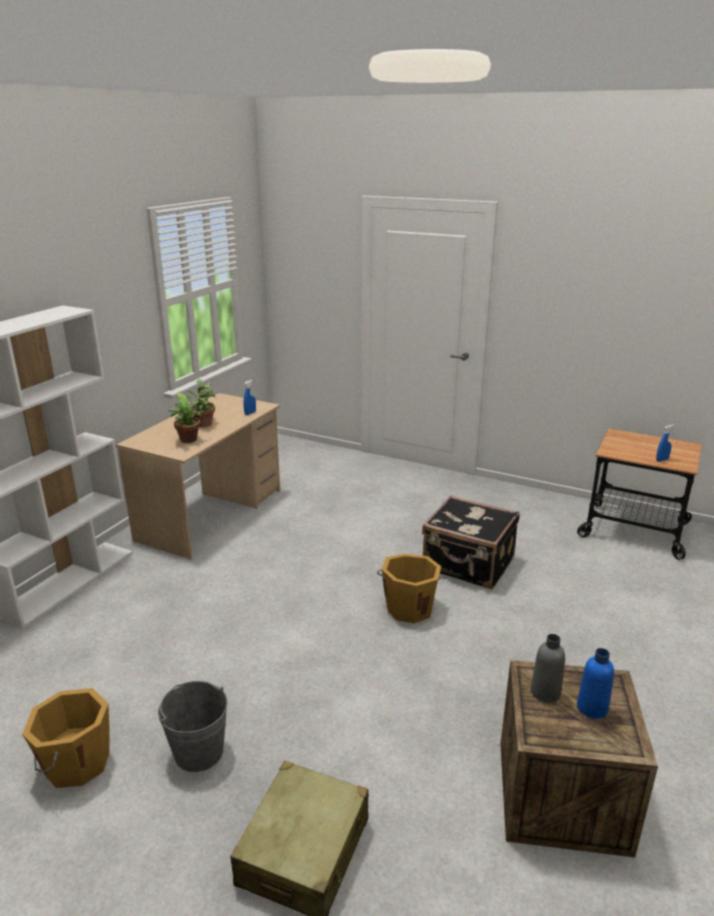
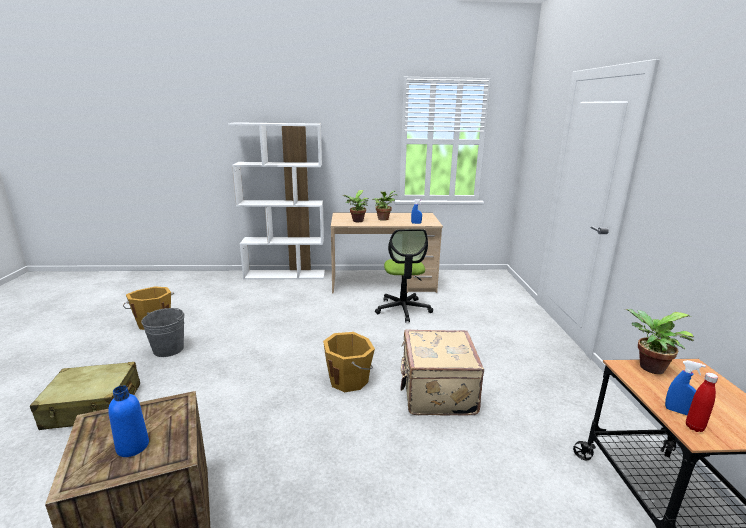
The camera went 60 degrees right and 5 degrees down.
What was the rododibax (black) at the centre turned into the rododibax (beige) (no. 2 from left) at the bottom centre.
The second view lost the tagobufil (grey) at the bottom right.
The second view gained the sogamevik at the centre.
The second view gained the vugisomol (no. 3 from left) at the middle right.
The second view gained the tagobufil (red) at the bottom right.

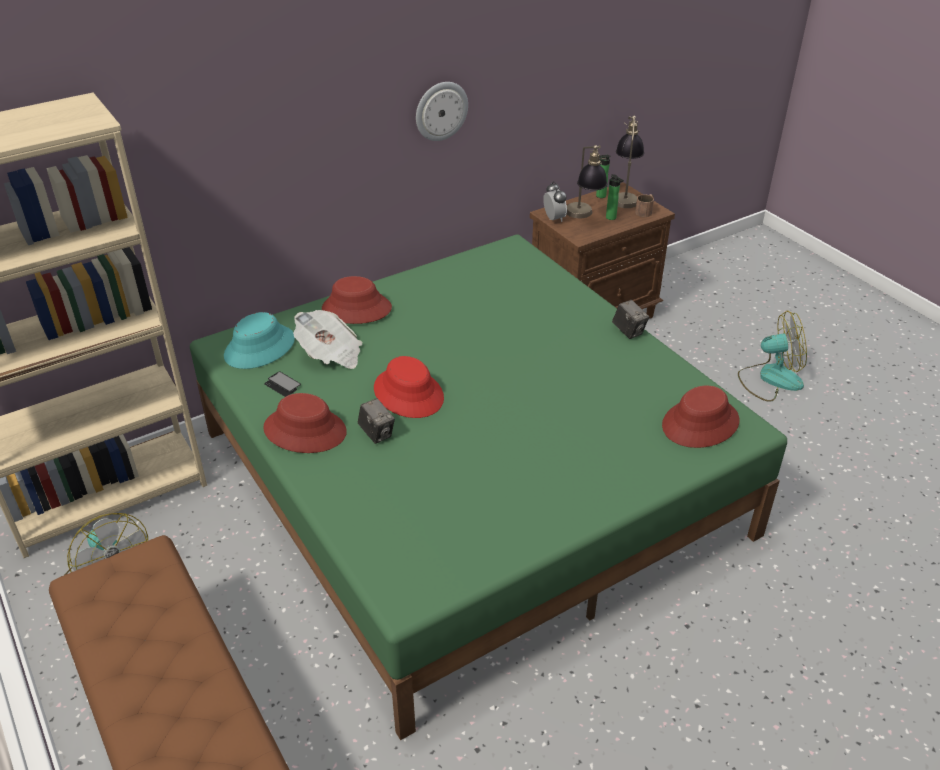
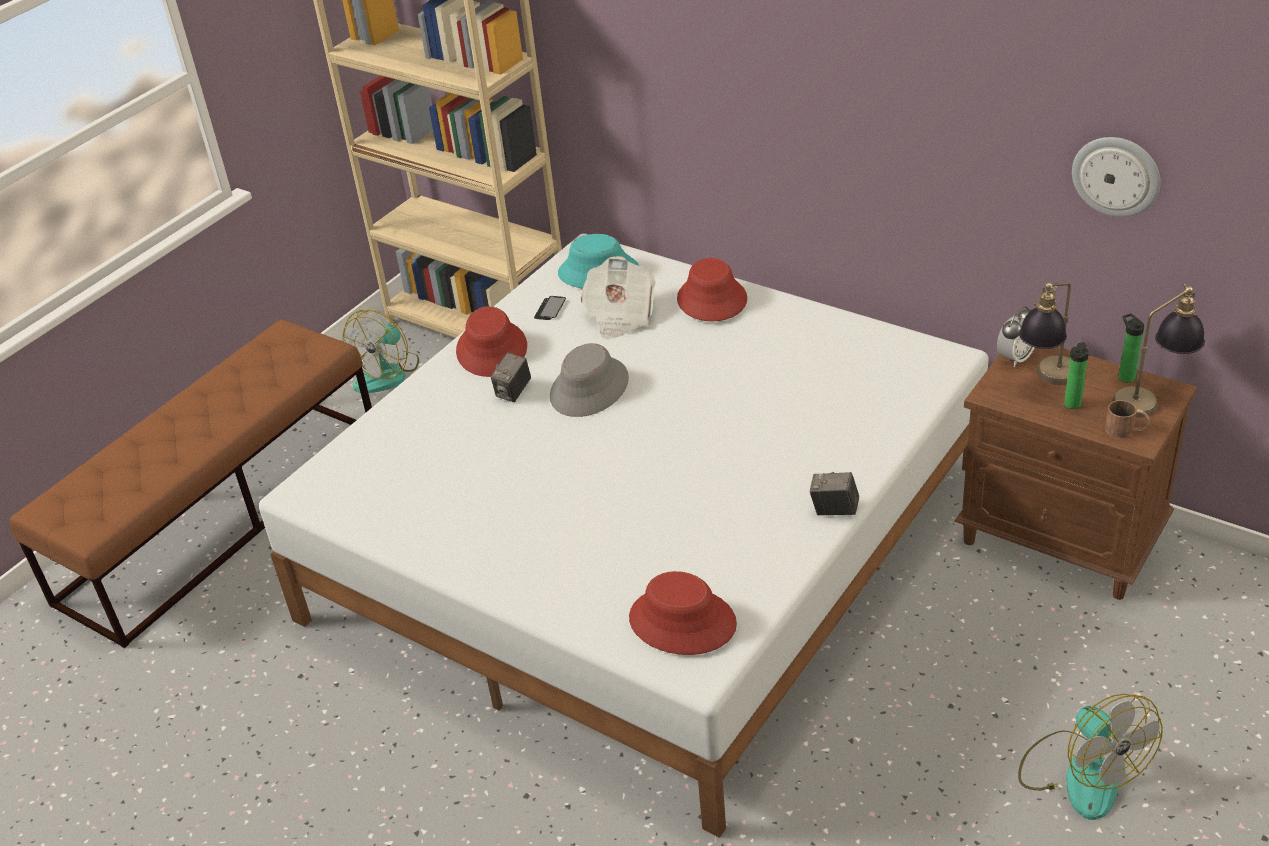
The camera went 70 degrees right and 0 degrees up.
The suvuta ended up elsewhere, having gone from the top centre to the top right.
What was the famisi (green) at the centre turned into the famisi (white) at the centre.
The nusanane (no. 2 from left) at the middle right ended up facing another way, 75 degrees clockwise from before.
What was the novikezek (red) (no. 3 from left) at the centre turned into the novikezek (grey) at the centre.

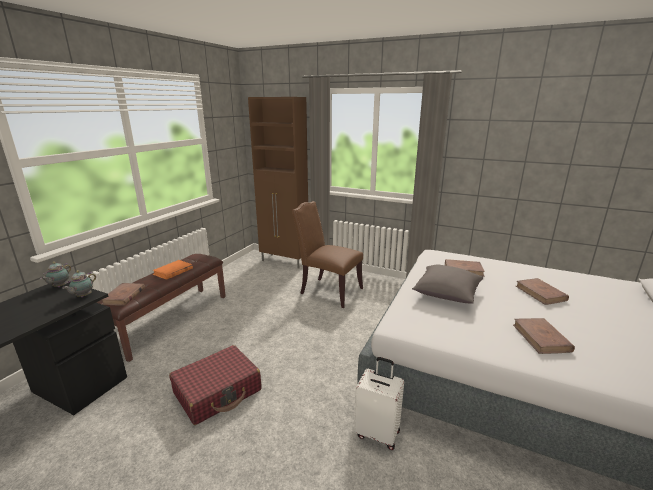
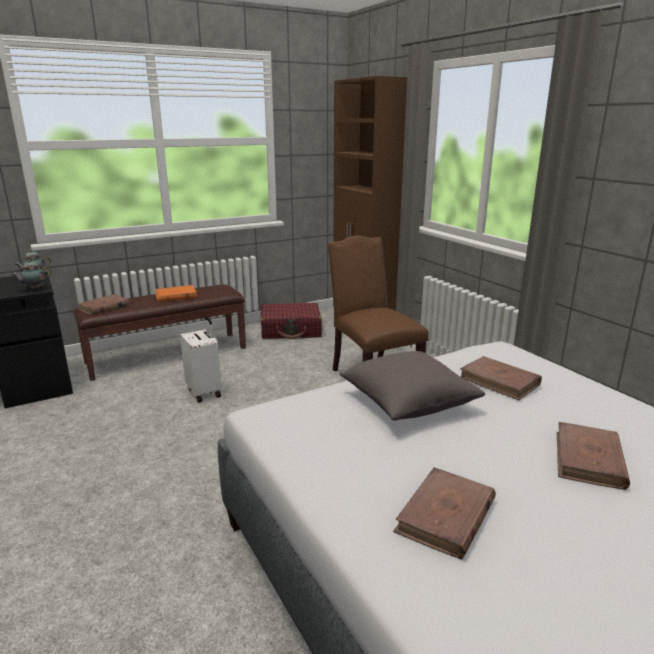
The camera went 35 degrees right and 0 degrees up.
The rododibax (red) ended up elsewhere, having gone from the bottom left to the centre.
The rododibax (white) ended up elsewhere, having gone from the bottom centre to the middle left.

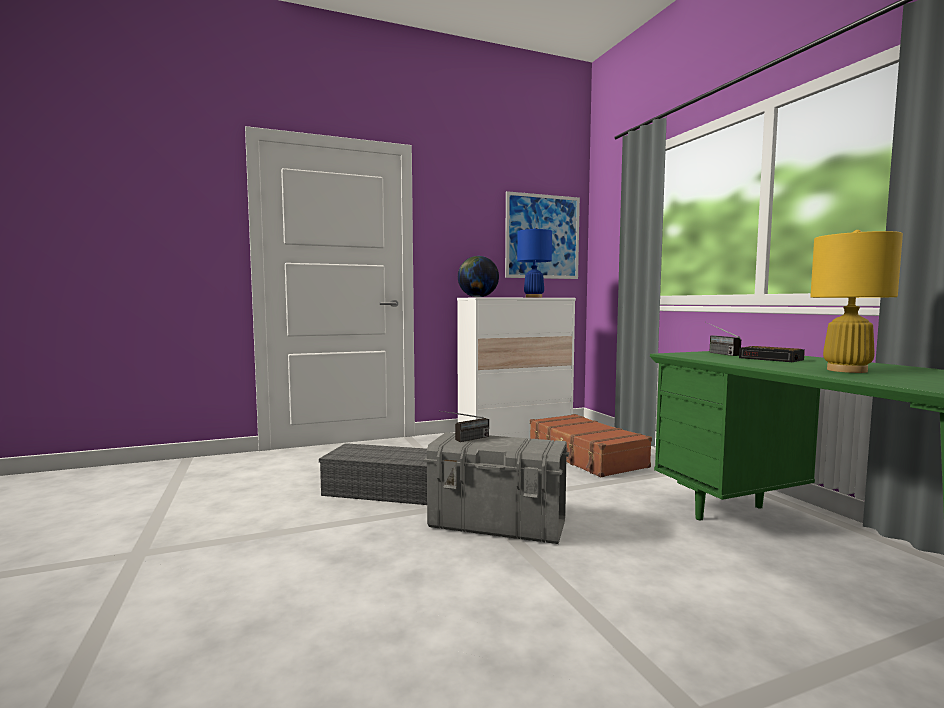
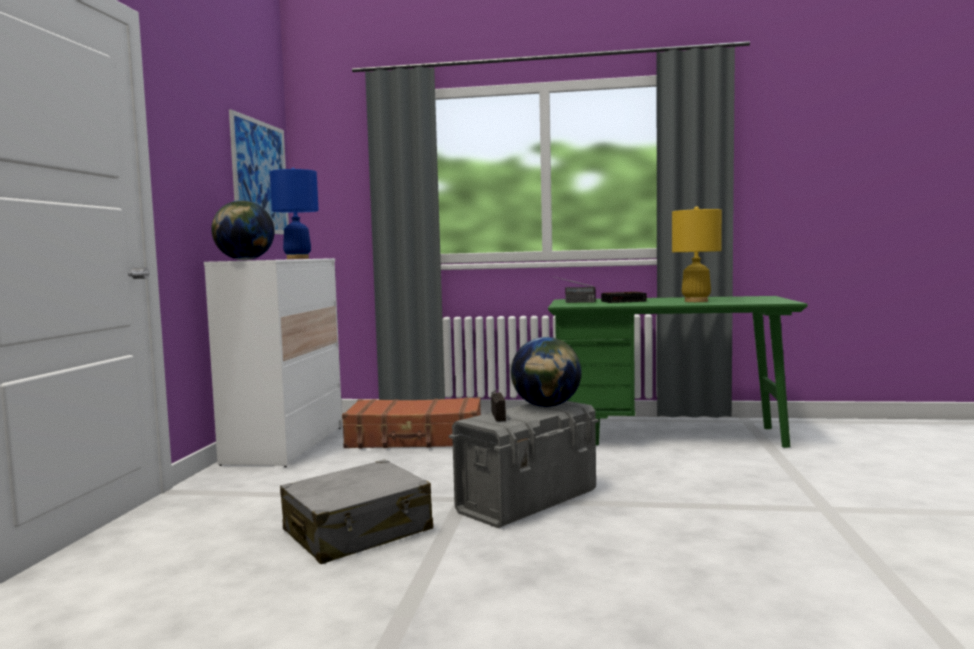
The camera went 60 degrees left and 0 degrees up.
Where the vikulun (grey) (no. 1 from left) stood at the bottom centre, the rododibax (grey) came to stand at the bottom centre.
The second view gained the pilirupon (no. 2 from left) at the centre.

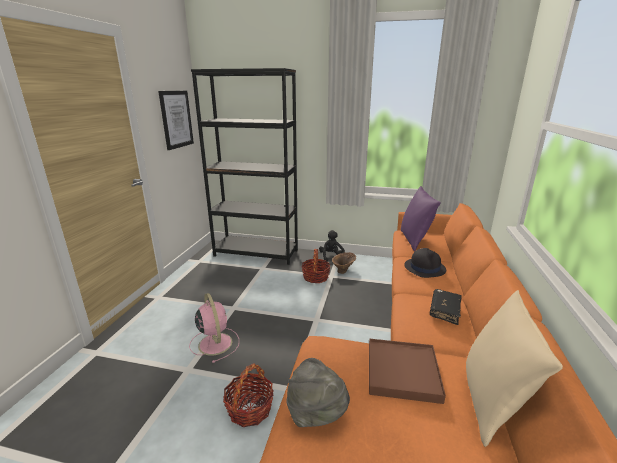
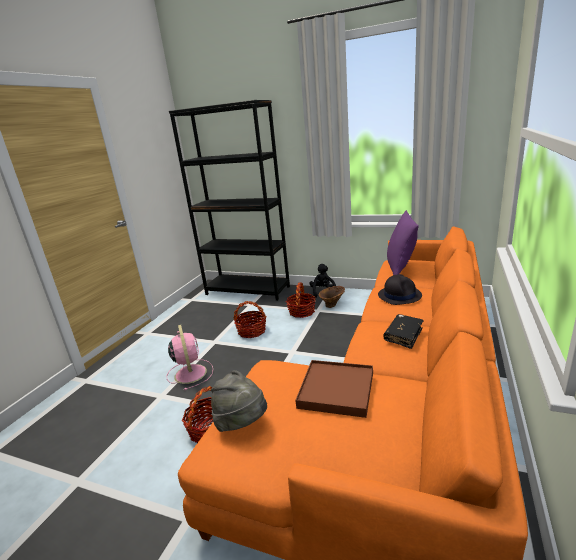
The camera went 10 degrees right and 0 degrees up.
The second view lost the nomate at the top left.
The second view lost the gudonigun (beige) at the bottom right.
The second view gained the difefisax (no. 2 from left) at the centre.

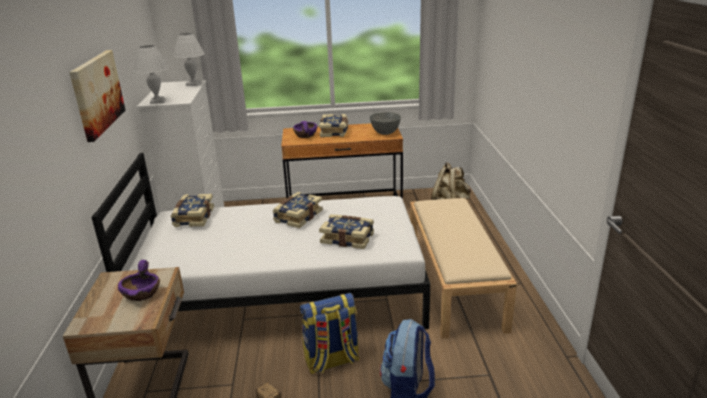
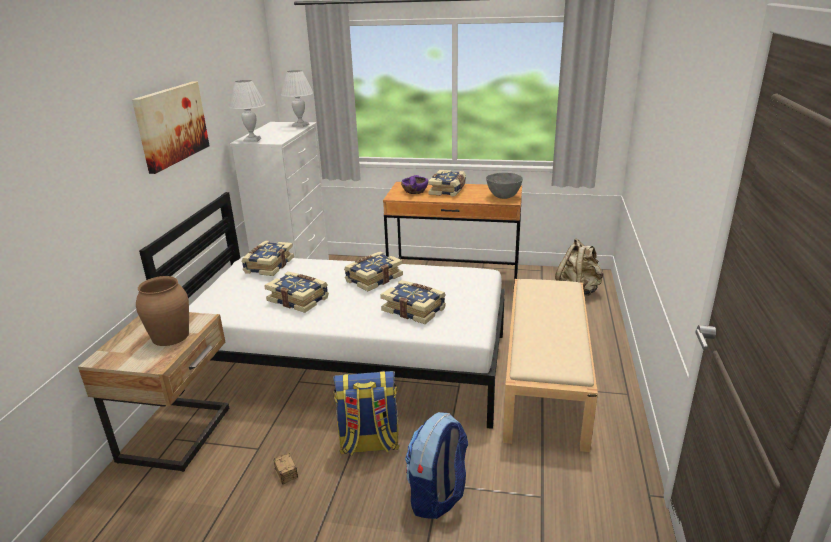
The camera went 15 degrees right and 0 degrees up.
Where the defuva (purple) (no. 1 from left) stood at the bottom left, the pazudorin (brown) came to stand at the middle left.
The second view gained the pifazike (no. 2 from left) at the centre.

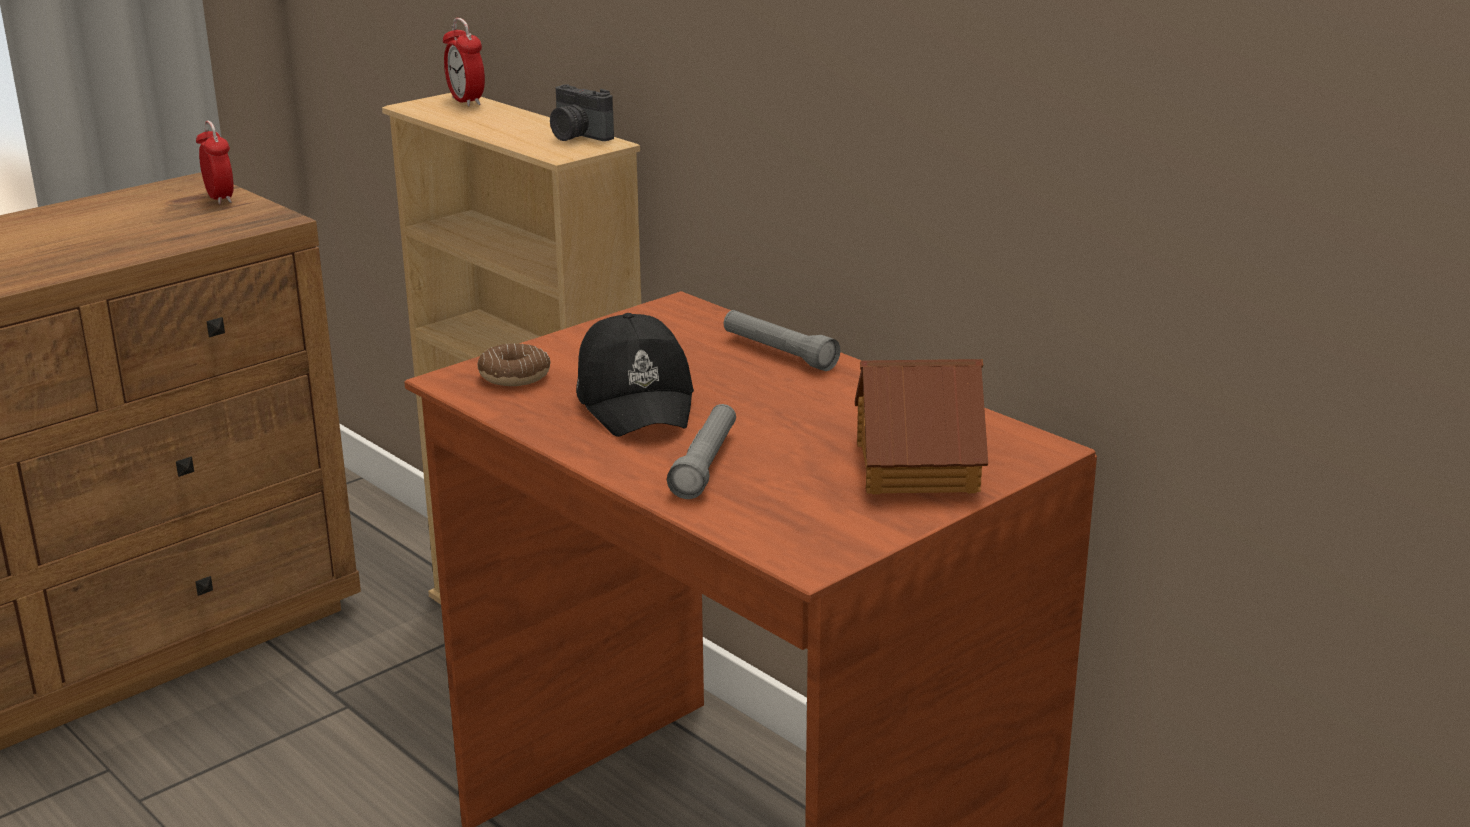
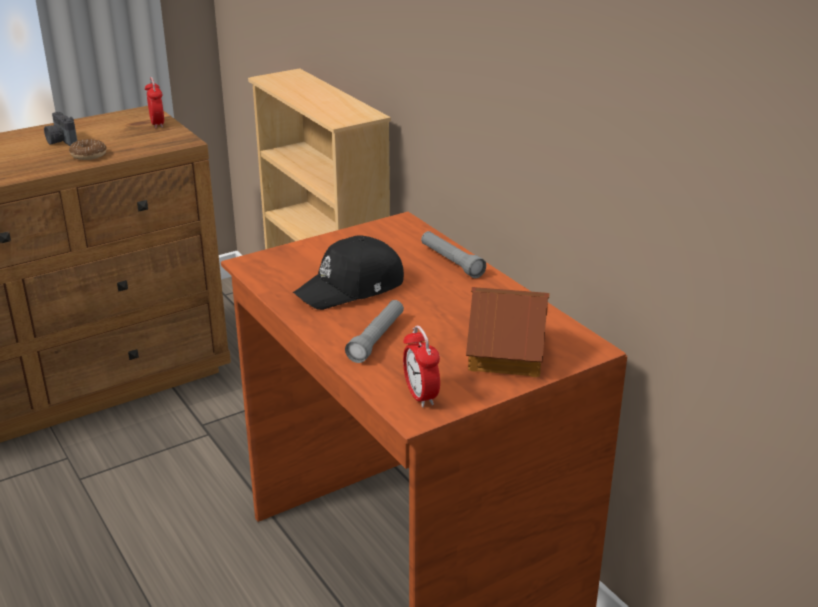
The camera went 10 degrees right and 5 degrees up.
The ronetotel (no. 2 from left) ended up elsewhere, having gone from the top left to the centre.
The nusanane ended up elsewhere, having gone from the top centre to the top left.
The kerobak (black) at the centre ended up facing another way, 60 degrees clockwise from before.
The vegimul ended up elsewhere, having gone from the centre to the top left.

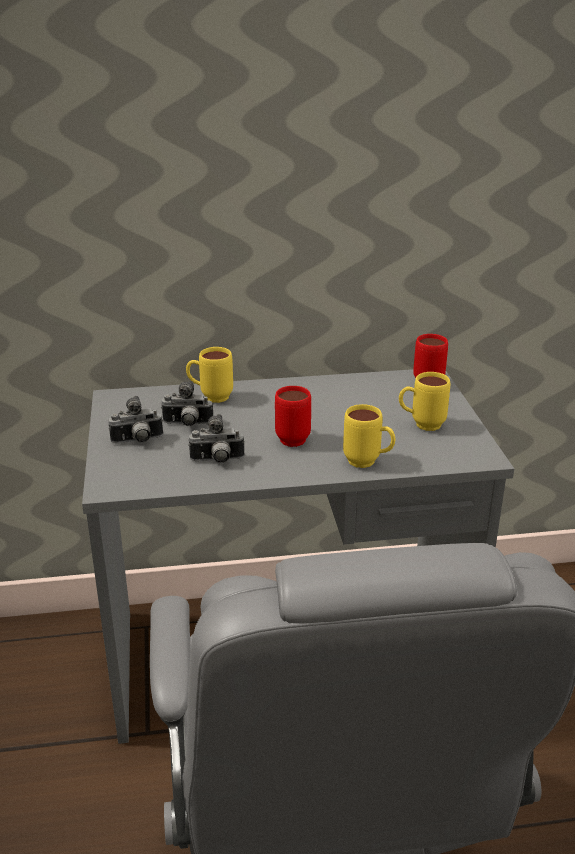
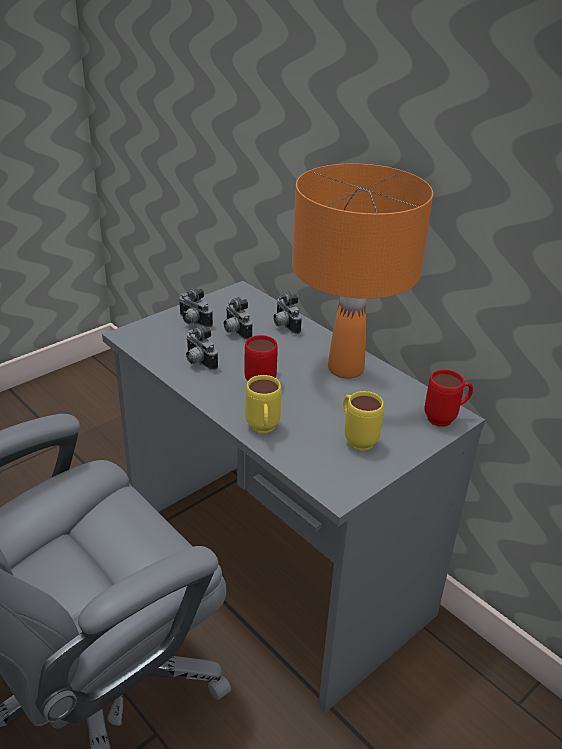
The camera went 55 degrees right and 5 degrees up.
Where the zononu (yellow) (no. 1 from left) stood at the centre, the nusanane (no. 4 from left) came to stand at the centre.
The second view gained the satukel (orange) at the centre.

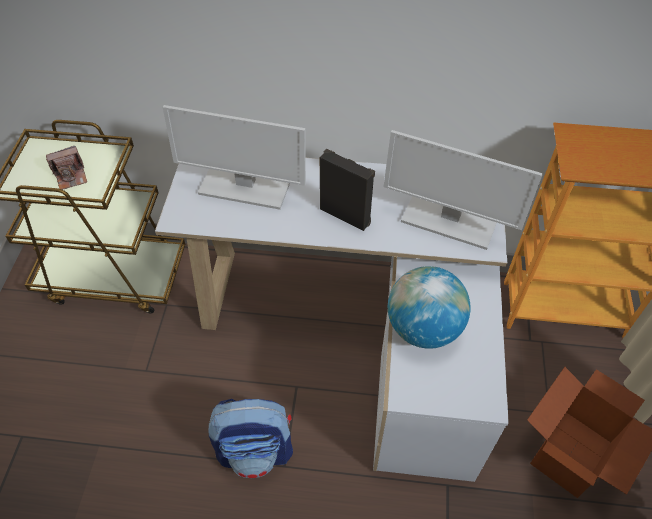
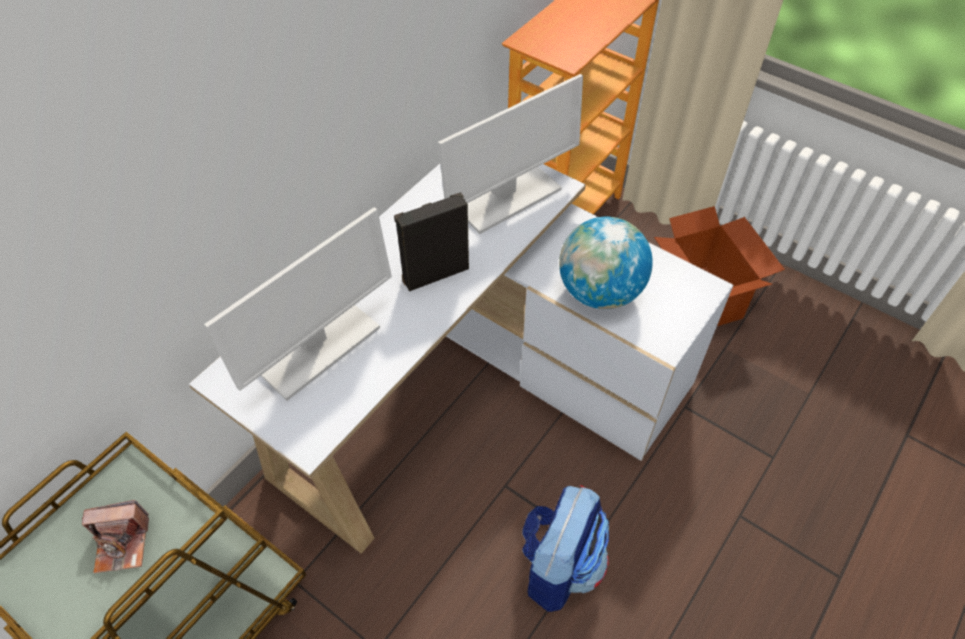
The camera went 60 degrees left and 0 degrees up.
The nusanane at the top left ended up facing another way, 75 degrees clockwise from before.

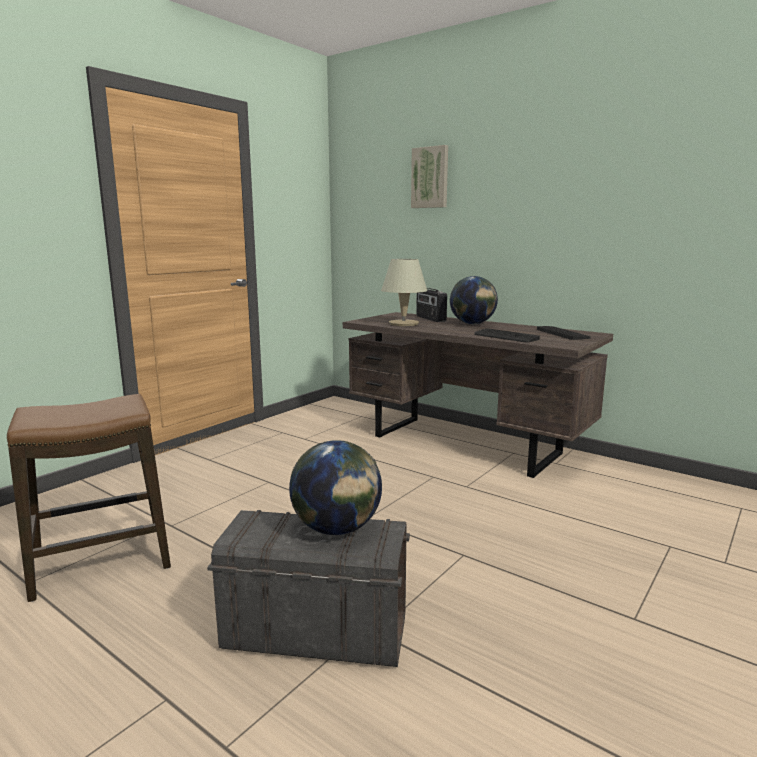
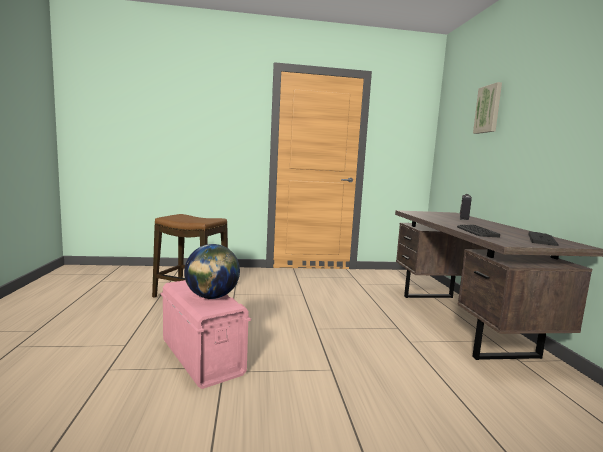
The camera went 45 degrees right and 5 degrees down.
The second view lost the satukel (beige) at the centre.
The second view lost the pilirupon (no. 2 from left) at the centre.
What was the vikulun (grey) at the bottom centre turned into the vikulun (pink) at the bottom centre.

